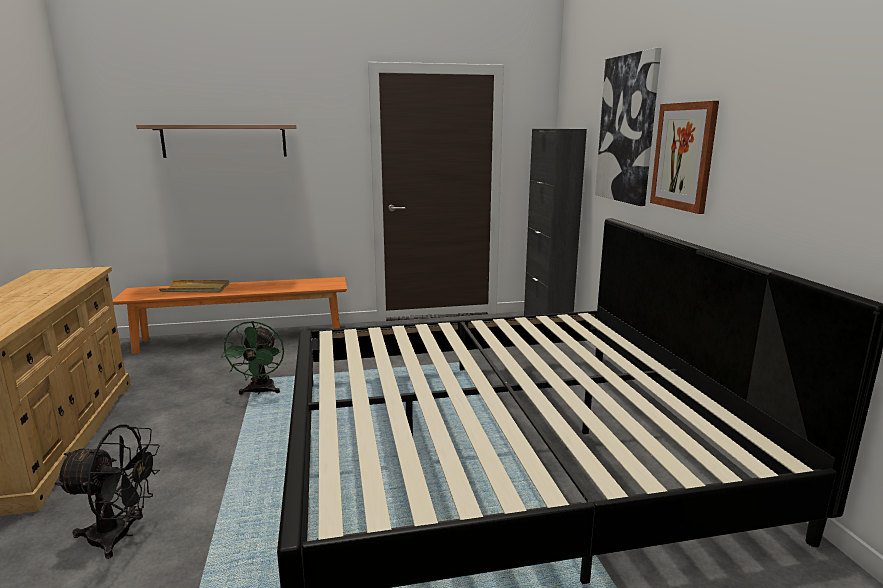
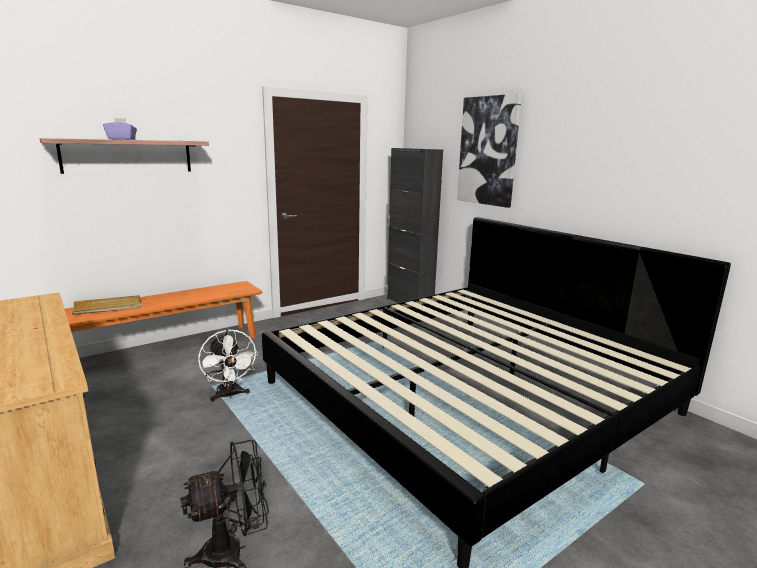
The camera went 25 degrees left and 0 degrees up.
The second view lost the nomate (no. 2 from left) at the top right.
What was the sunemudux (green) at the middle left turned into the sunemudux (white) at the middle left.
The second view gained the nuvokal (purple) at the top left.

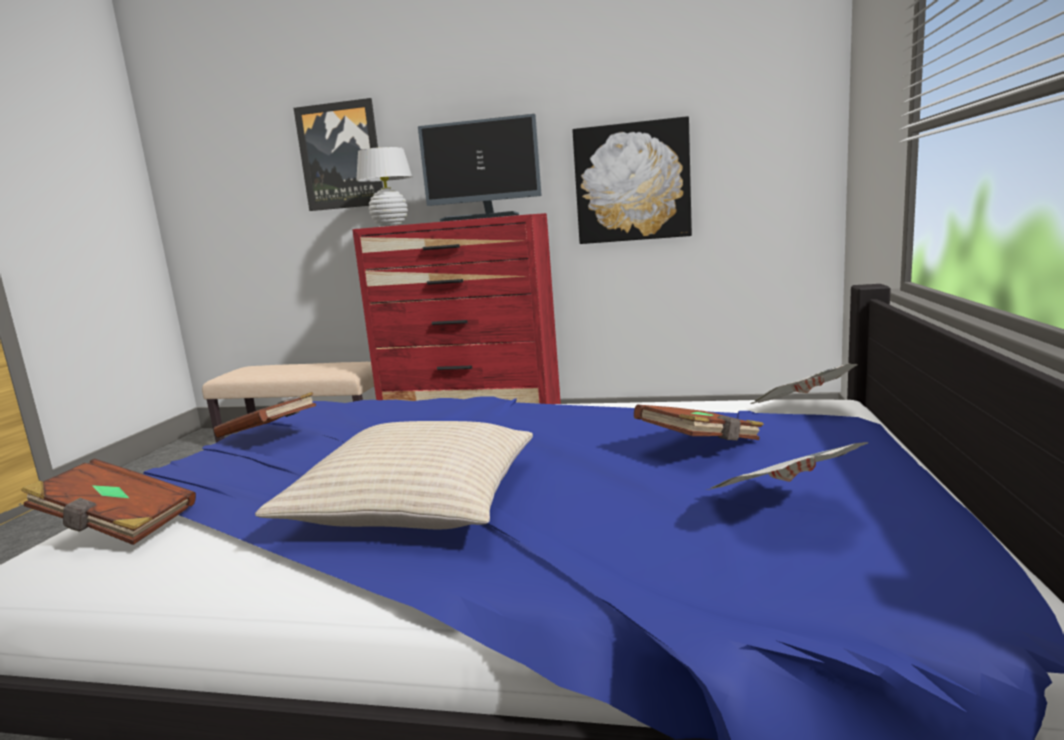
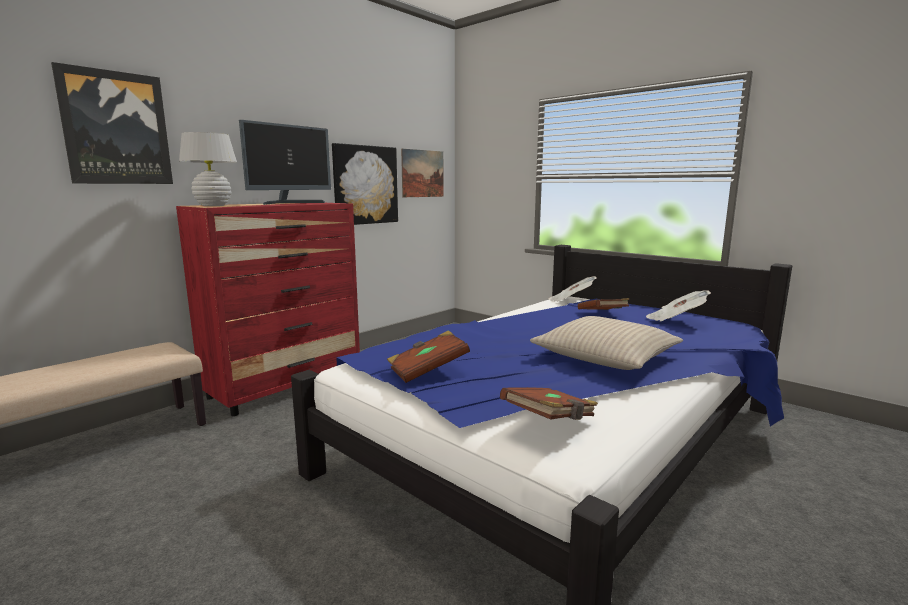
The camera went 60 degrees left and 0 degrees up.
The second view gained the nomate (no. 3 from left) at the top centre.

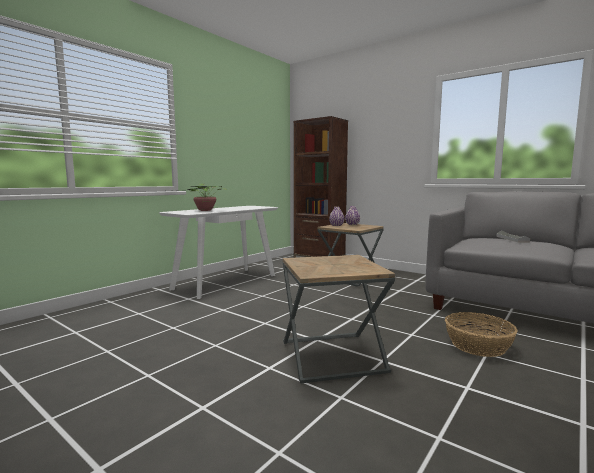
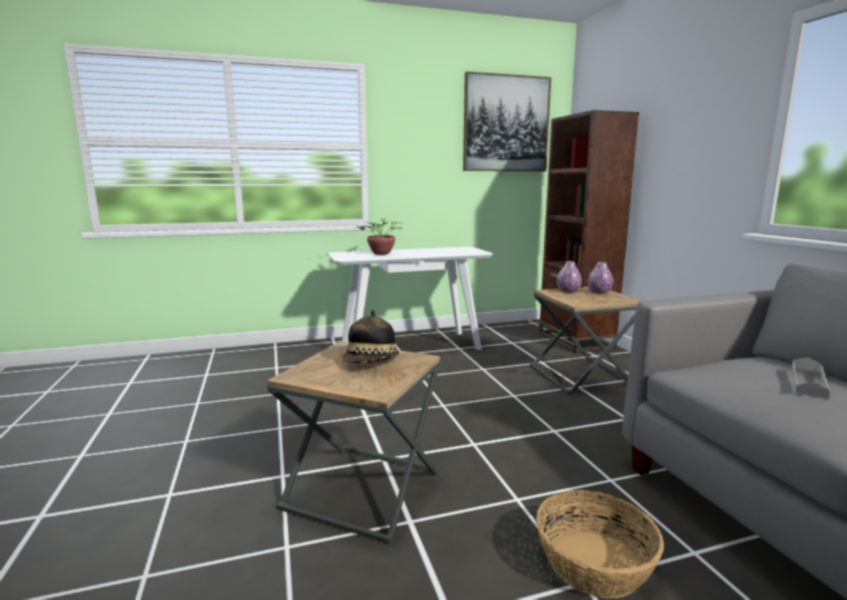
The camera went 35 degrees right and 5 degrees up.
The second view gained the nomate at the top centre.
The second view gained the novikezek at the centre.

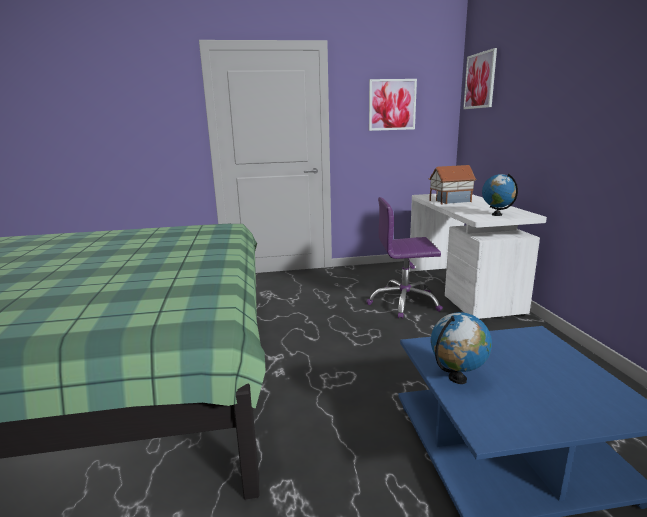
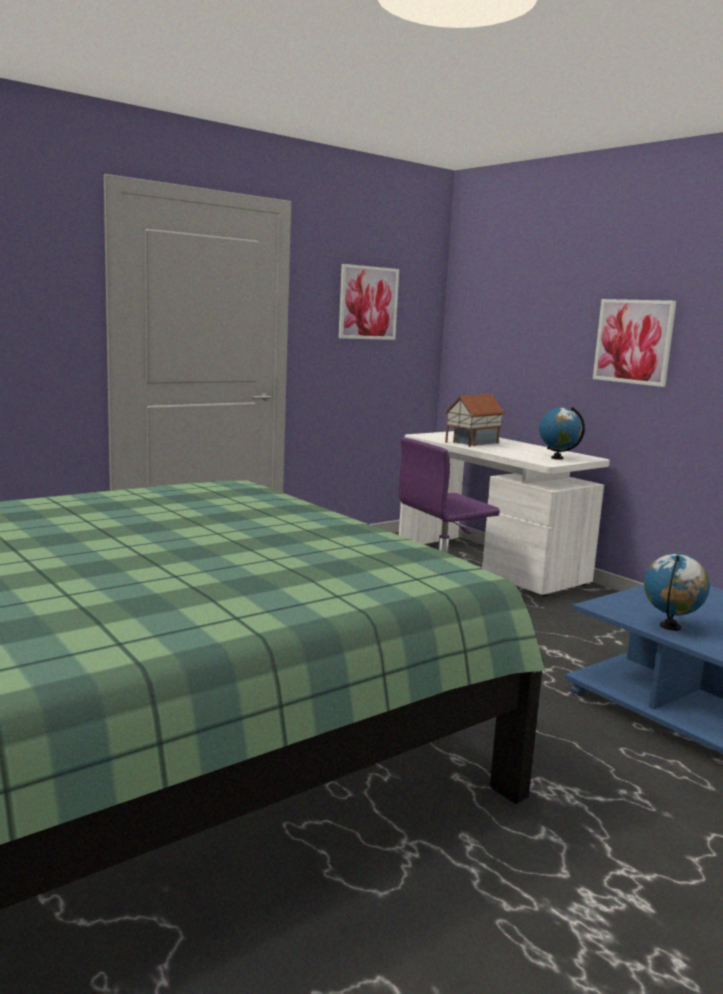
The camera went 30 degrees left and 5 degrees down.
The nomate (no. 2 from left) ended up elsewhere, having gone from the top right to the middle right.

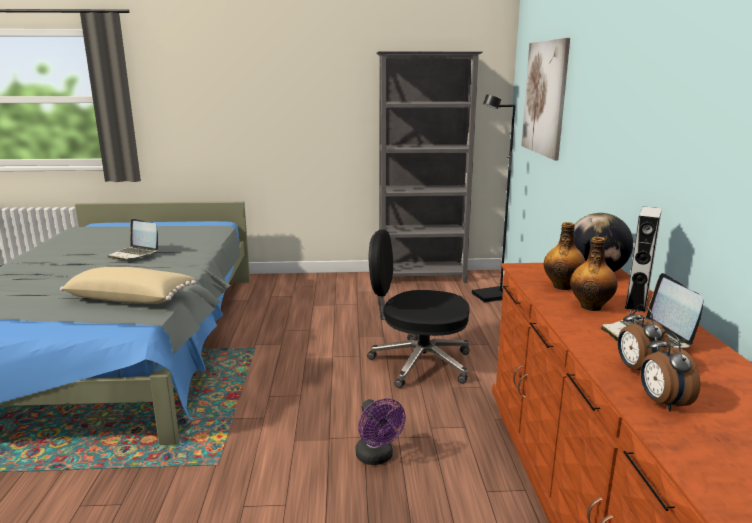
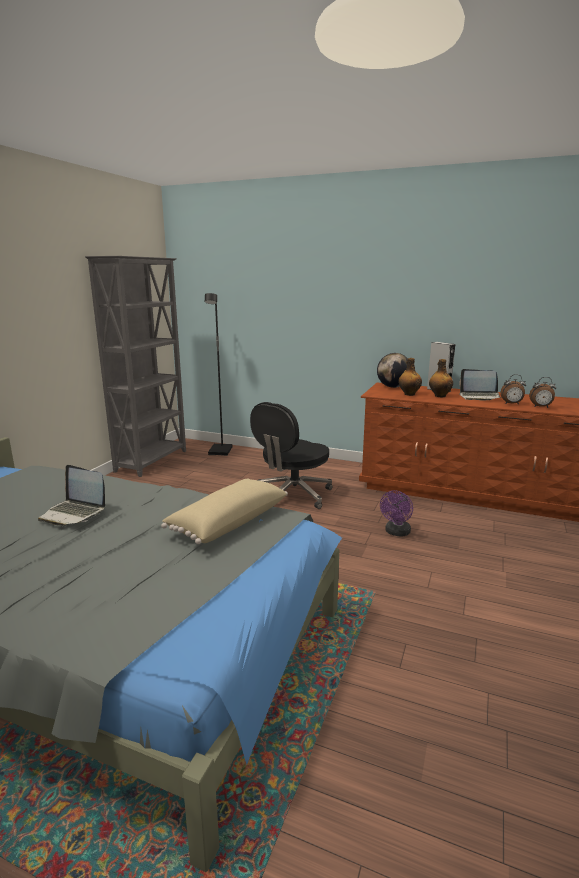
The camera went 65 degrees left and 0 degrees up.
The second view lost the nomate at the top right.
The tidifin (no. 1 from left) at the middle left ended up facing another way, 60 degrees clockwise from before.
The sunemudux (purple) at the bottom centre ended up facing another way, 120 degrees clockwise from before.

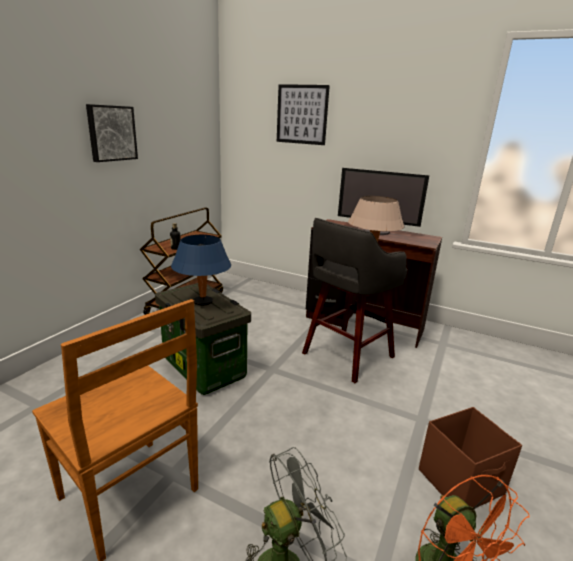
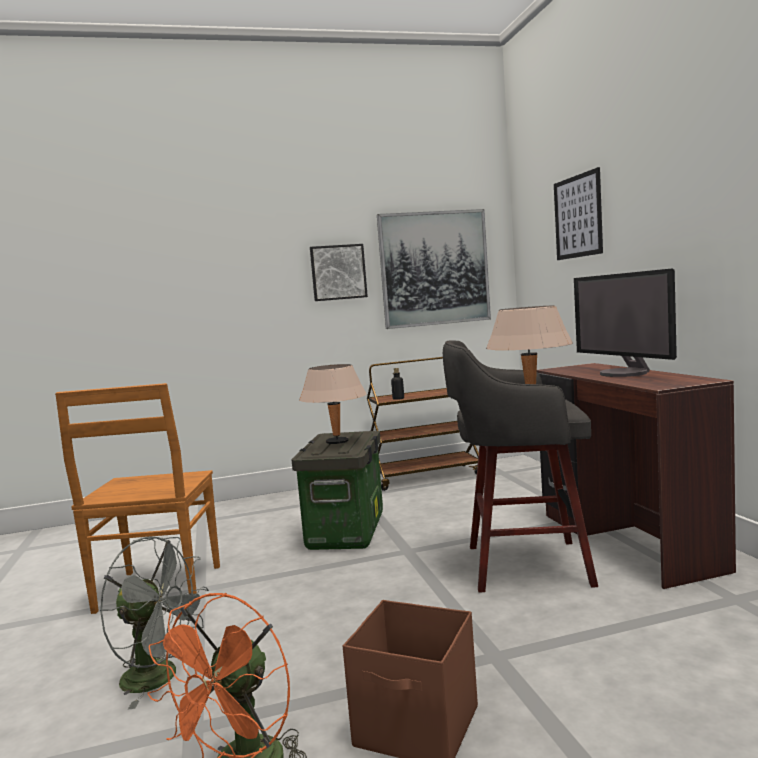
The camera went 50 degrees right and 15 degrees down.
What was the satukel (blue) at the centre turned into the satukel (beige) (no. 1 from left) at the centre.
The second view gained the nomate (no. 2 from left) at the centre.

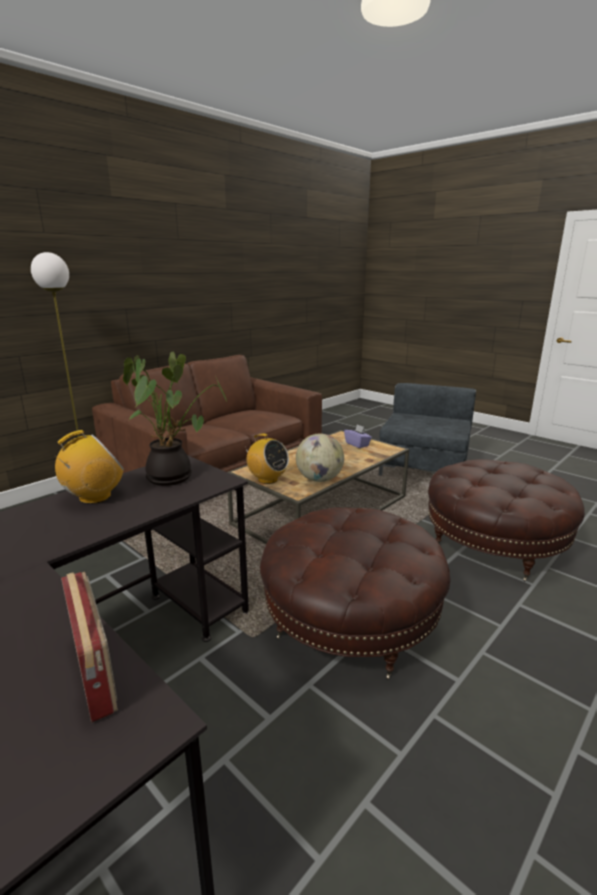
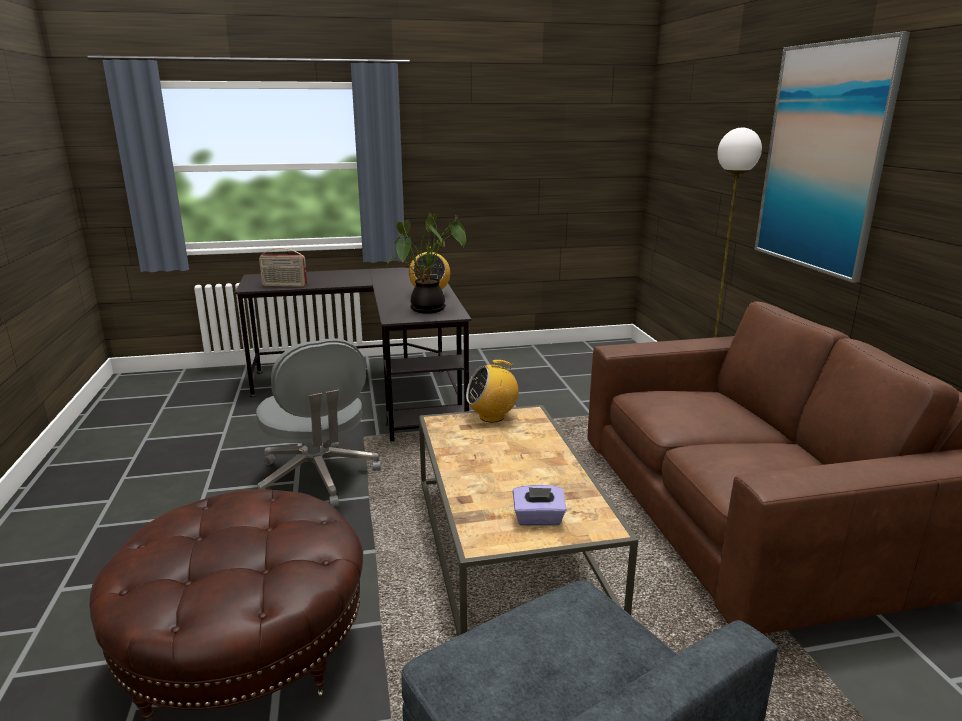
The camera went 125 degrees right and 0 degrees up.
The second view lost the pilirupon at the centre.
Where the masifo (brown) (no. 1 from left) stood at the centre, the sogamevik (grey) came to stand at the middle left.
The second view gained the nomate at the top right.

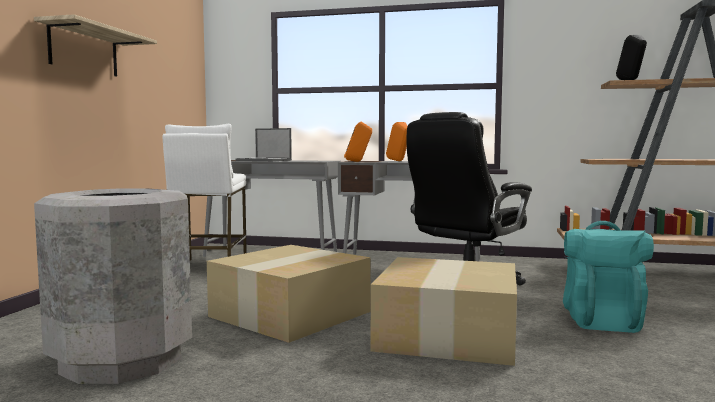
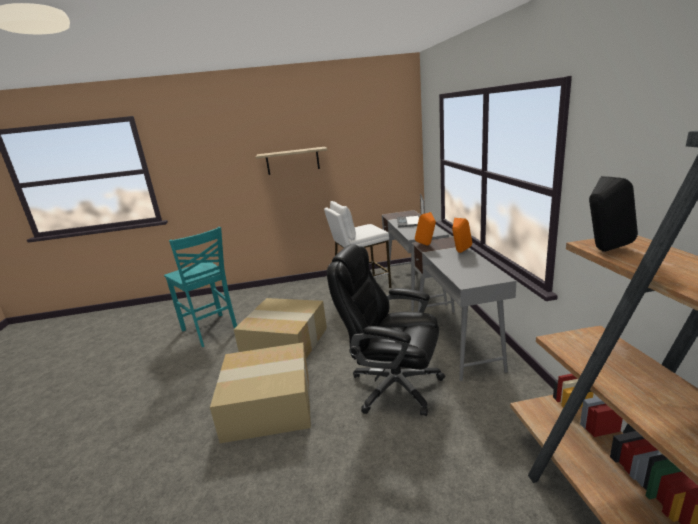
The camera went 70 degrees right and 15 degrees up.
Where the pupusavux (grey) stood at the bottom left, the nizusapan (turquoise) came to stand at the middle left.
The second view lost the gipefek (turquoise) at the bottom right.

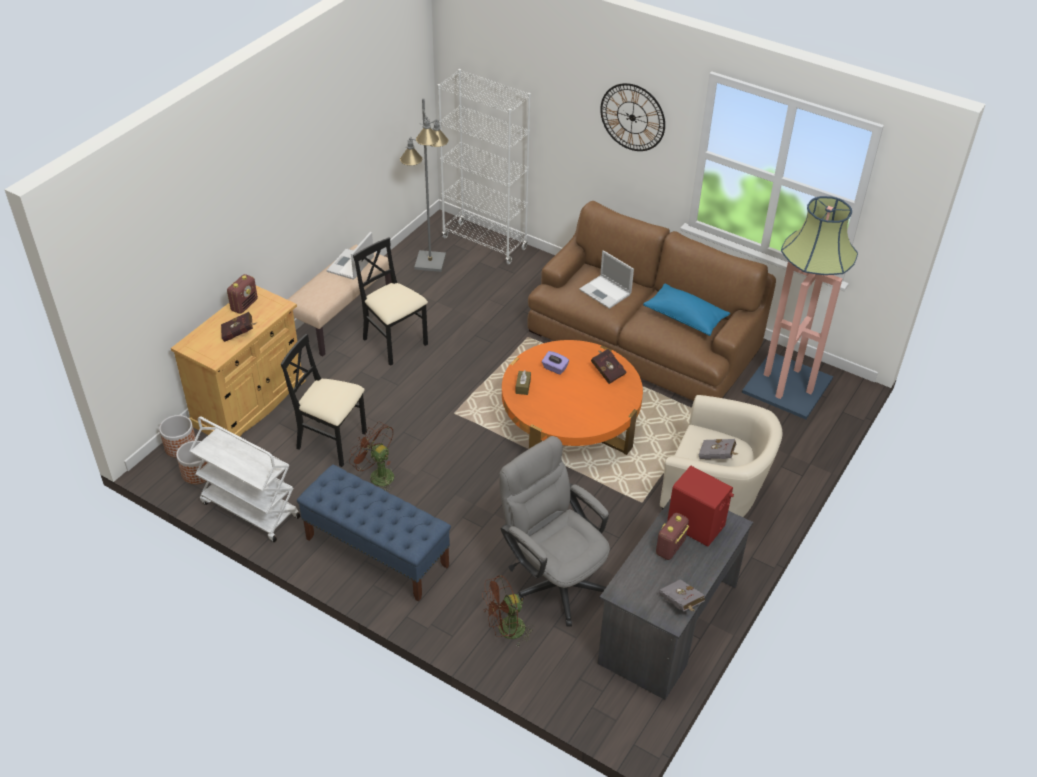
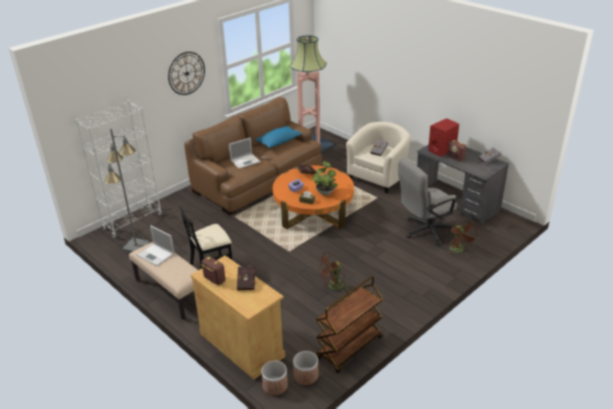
The camera went 75 degrees left and 10 degrees down.
The second view lost the nizusapan (black) (no. 1 from left) at the middle left.
What was the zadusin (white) at the middle left turned into the zadusin (brown) at the bottom centre.
The second view lost the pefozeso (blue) at the bottom centre.
The second view gained the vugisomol at the centre.

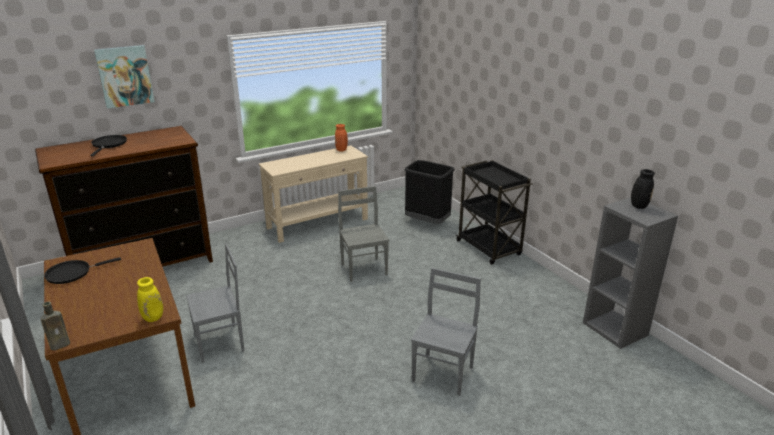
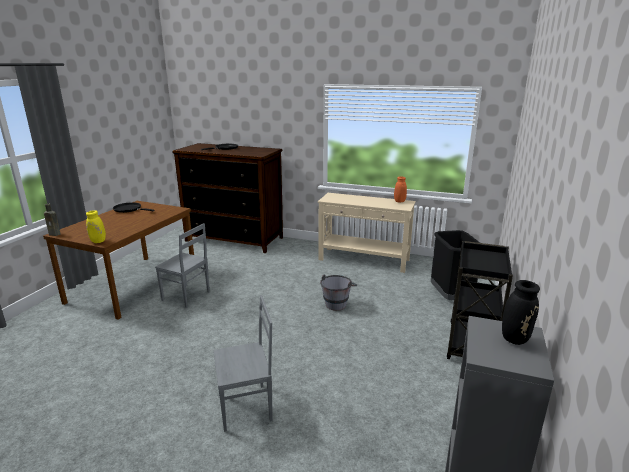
The camera went 50 degrees right and 5 degrees down.
The second view lost the nomate at the top left.
Where the nizusapan (grey) (no. 2 from left) stood at the centre, the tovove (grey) came to stand at the centre.

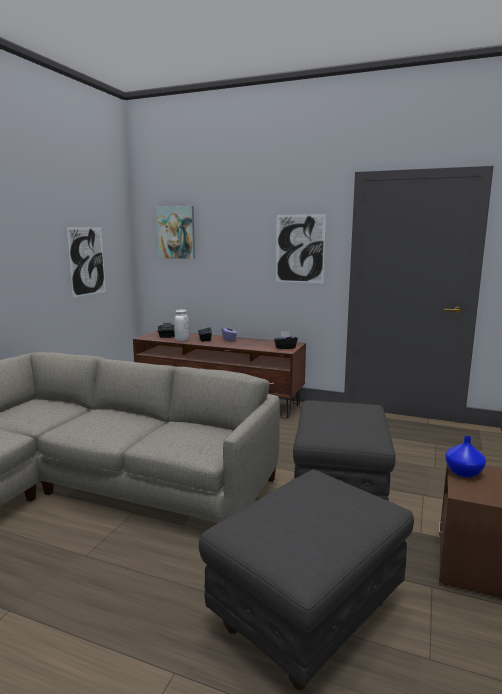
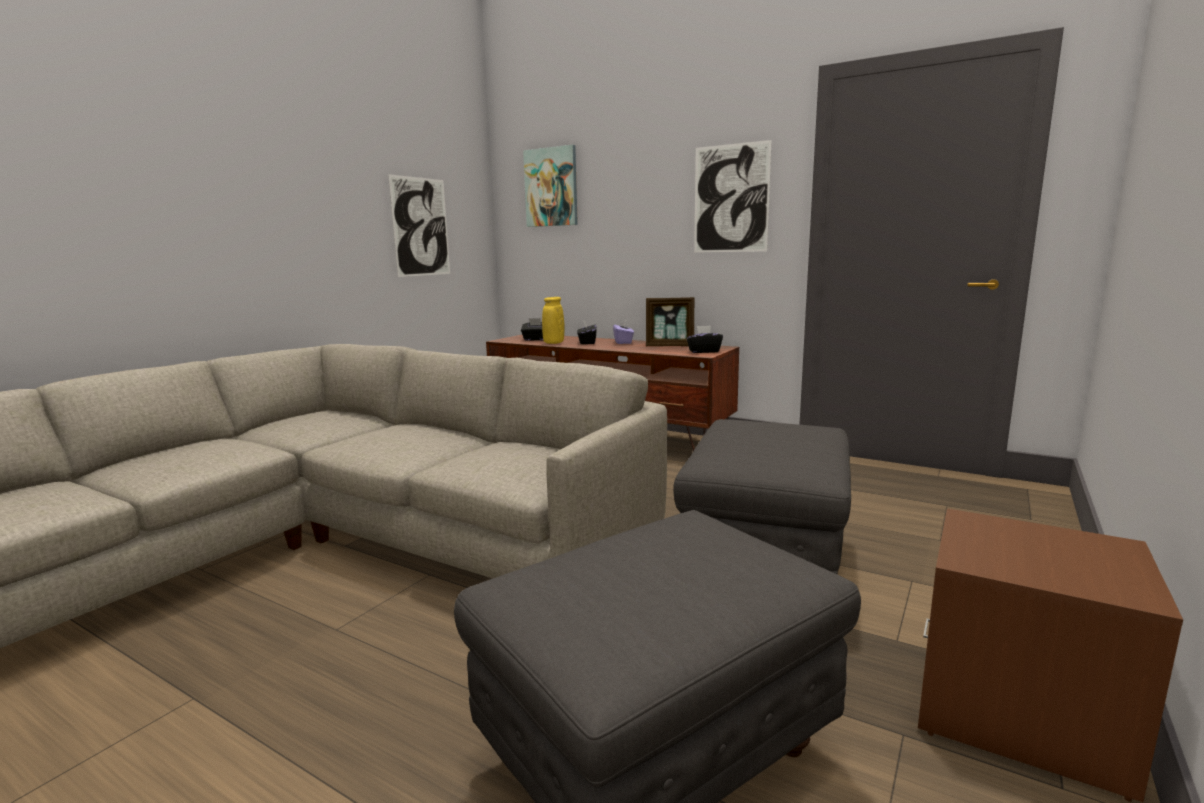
The camera went 10 degrees right and 0 degrees up.
What was the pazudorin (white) at the centre turned into the pazudorin (yellow) at the centre.
The second view lost the pazudorin (blue) at the middle right.
The second view gained the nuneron at the centre.

